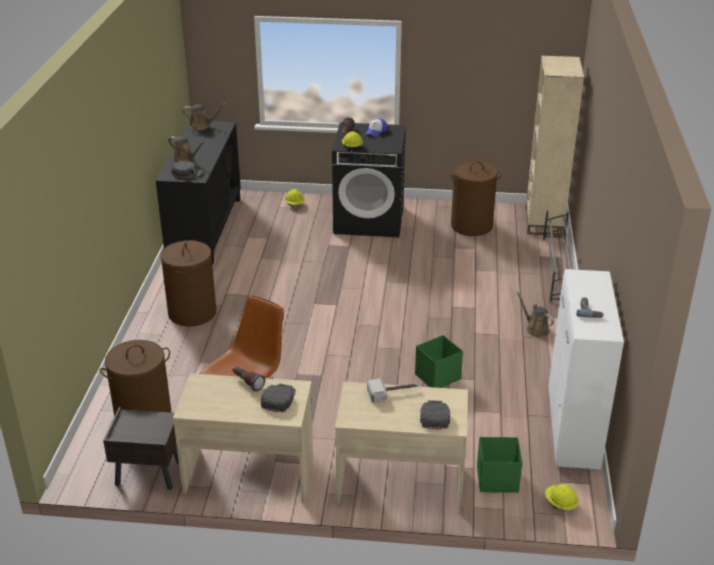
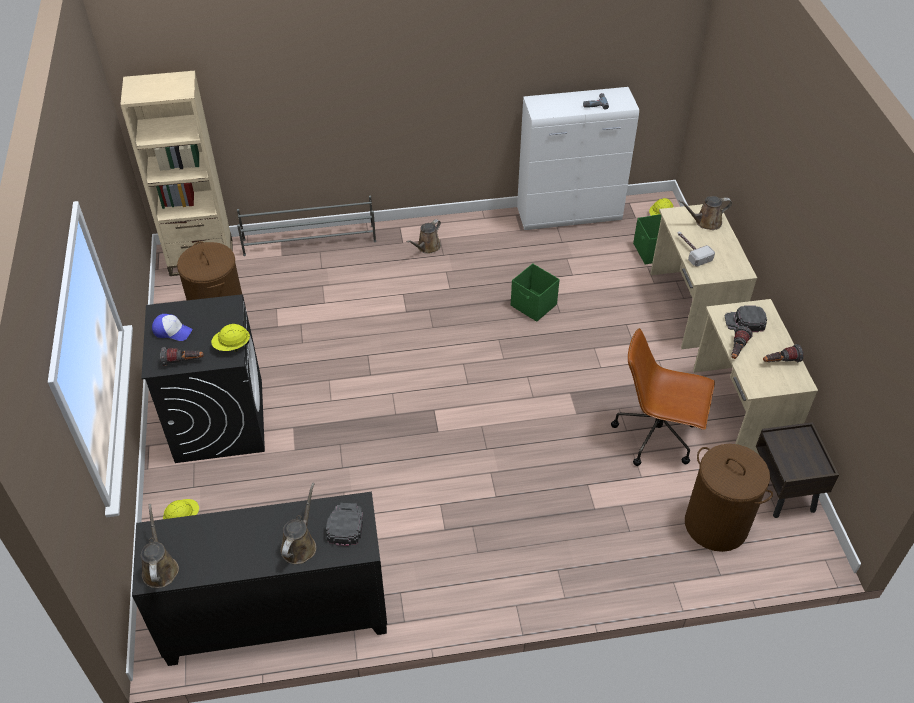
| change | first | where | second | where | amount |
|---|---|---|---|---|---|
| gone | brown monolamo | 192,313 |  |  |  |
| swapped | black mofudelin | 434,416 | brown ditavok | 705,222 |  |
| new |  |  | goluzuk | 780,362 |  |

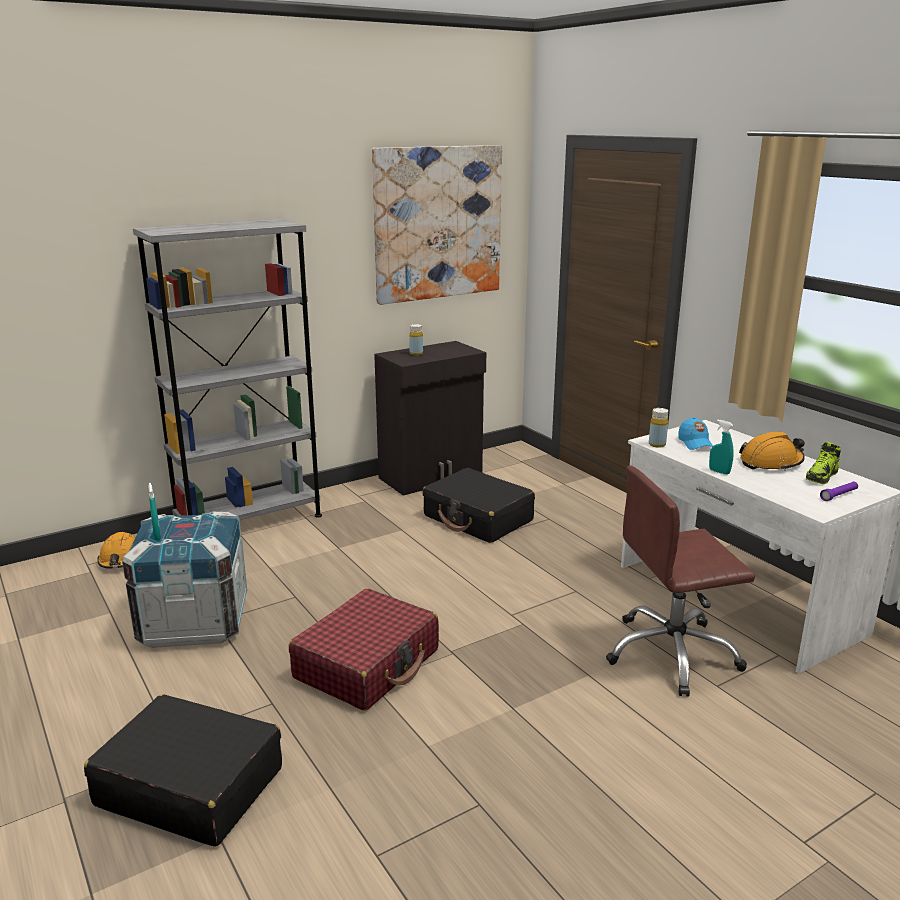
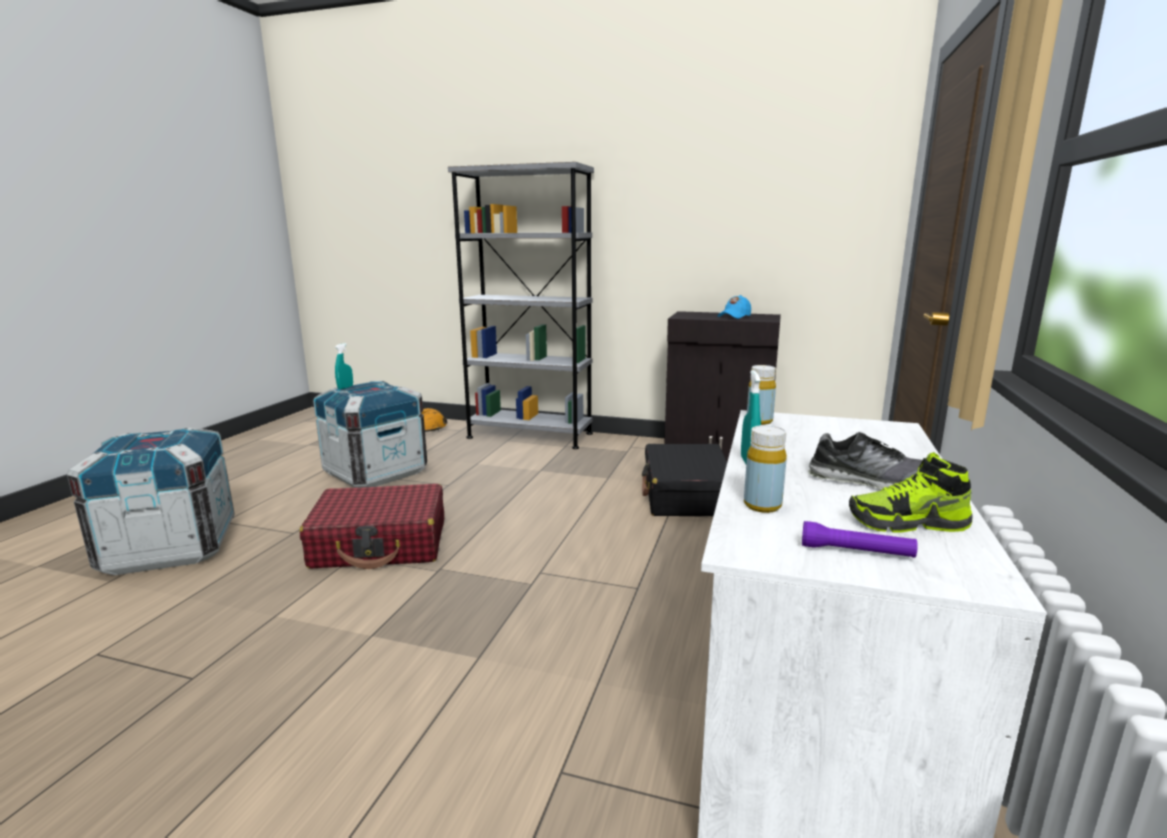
| change | first | where | second | where | amount |
|---|---|---|---|---|---|
| swapped | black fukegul | 190,786 | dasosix | 170,547 |  |
| gone | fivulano | 438,223 |  |  |  |
| shifted | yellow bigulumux | 416,353 |  | 762,505 |  |
| gone | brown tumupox | 672,654 |  |  |  |
| shifted | blue mofudelin | 695,443 |  | 734,316 |  |
| swapped | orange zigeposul | 771,463 | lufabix | 867,481 |  |

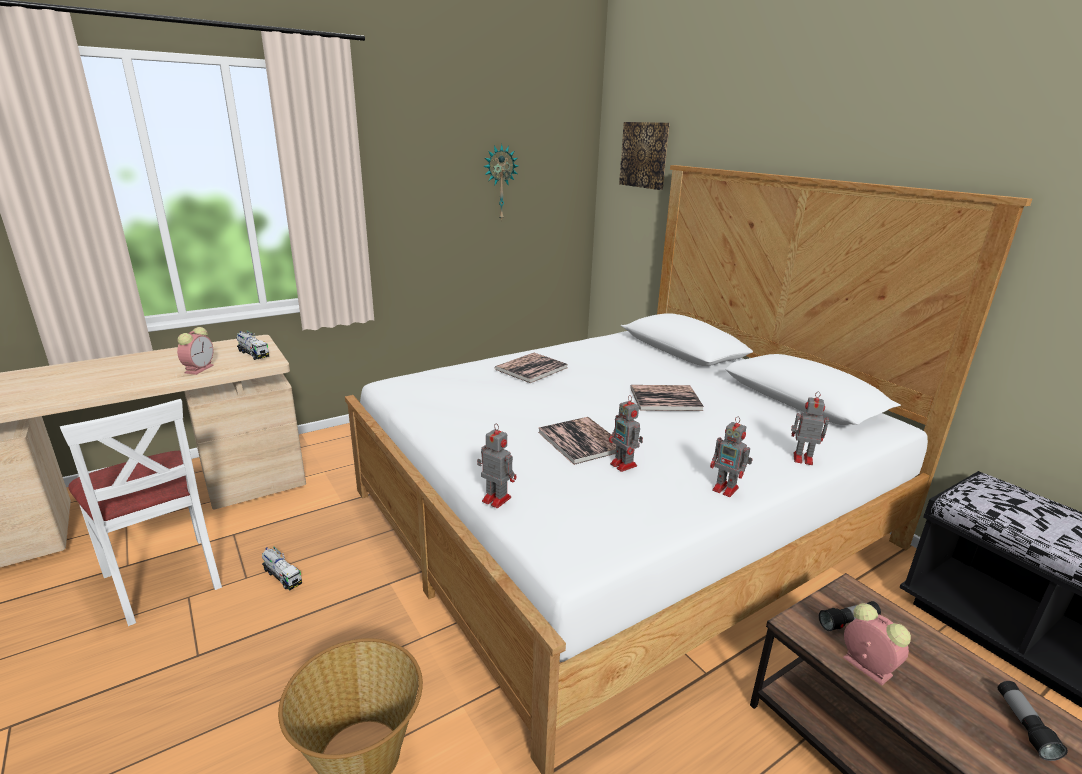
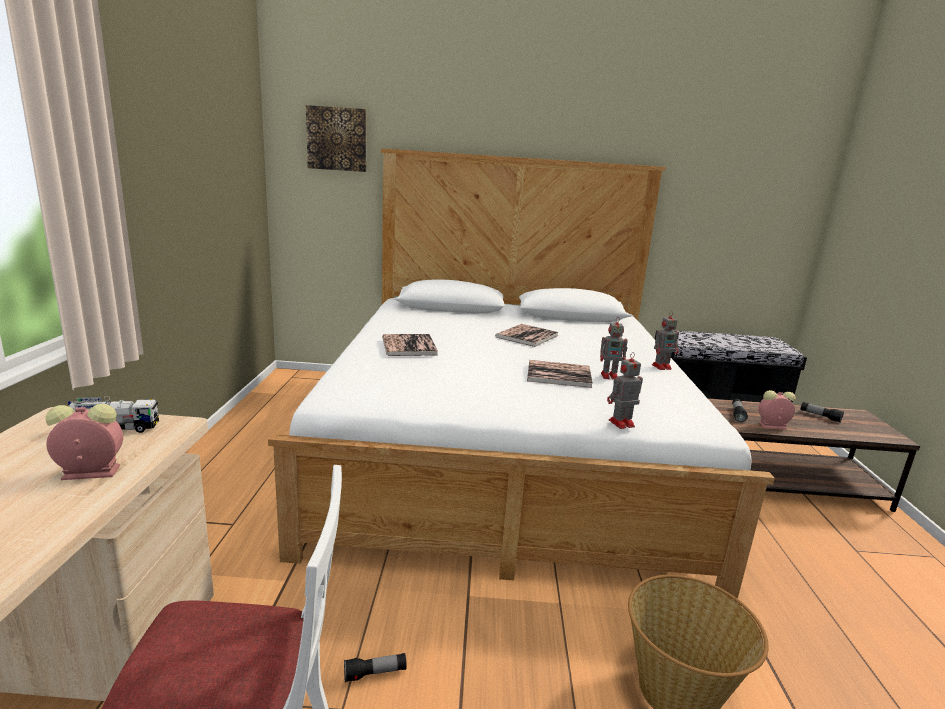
| change | first | where | second | where | amount |
|---|---|---|---|---|---|
| rotated | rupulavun | 199,368 |  | 88,473 | 60 degrees counterclockwise |
| swapped | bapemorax | 282,576 | goluzuk | 375,673 |  |
| gone | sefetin | 499,183 |  |  |  |
| gone | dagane | 801,458 |  |  |  |

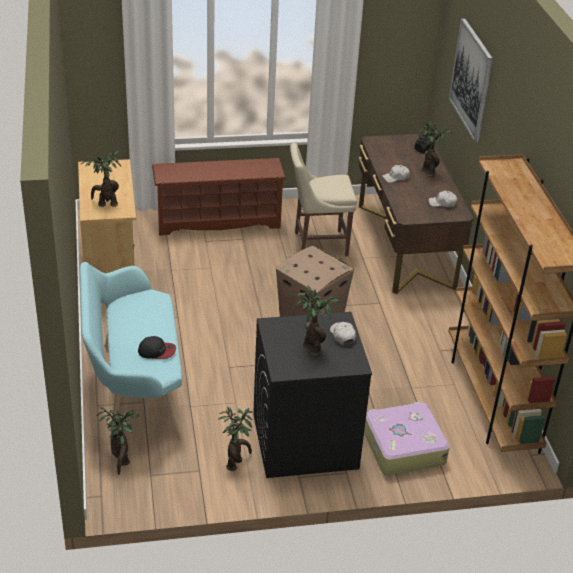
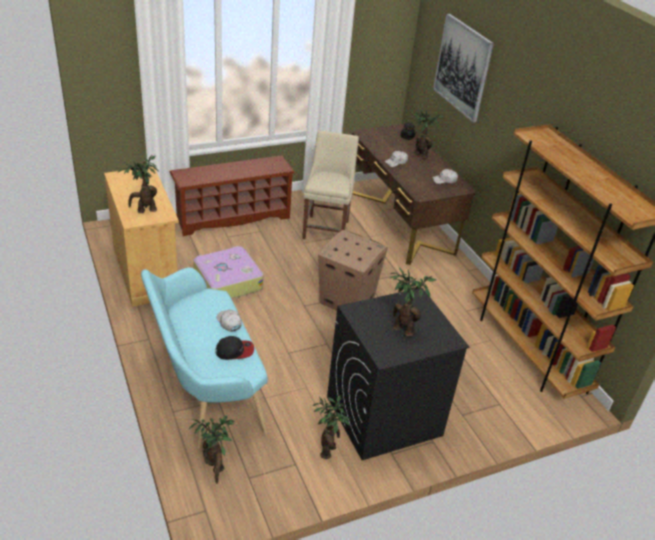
| change | first | where | second | where | amount |
|---|---|---|---|---|---|
| rotated | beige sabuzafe | 317,244 |  | 326,228 | 120 degrees clockwise |
| shifted | white mofudelin | 342,336 |  | 229,322 |  |
| shifted | fukegul | 402,446 |  | 227,281 |  |

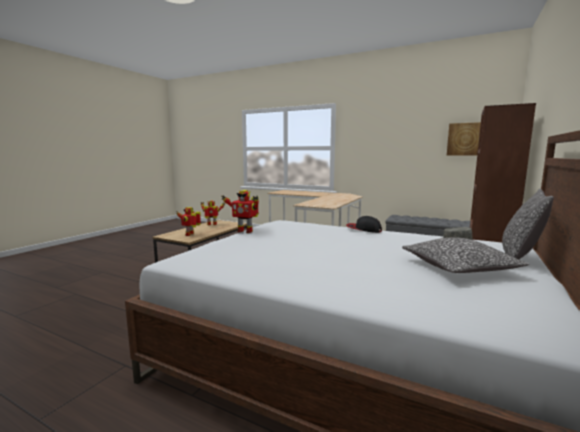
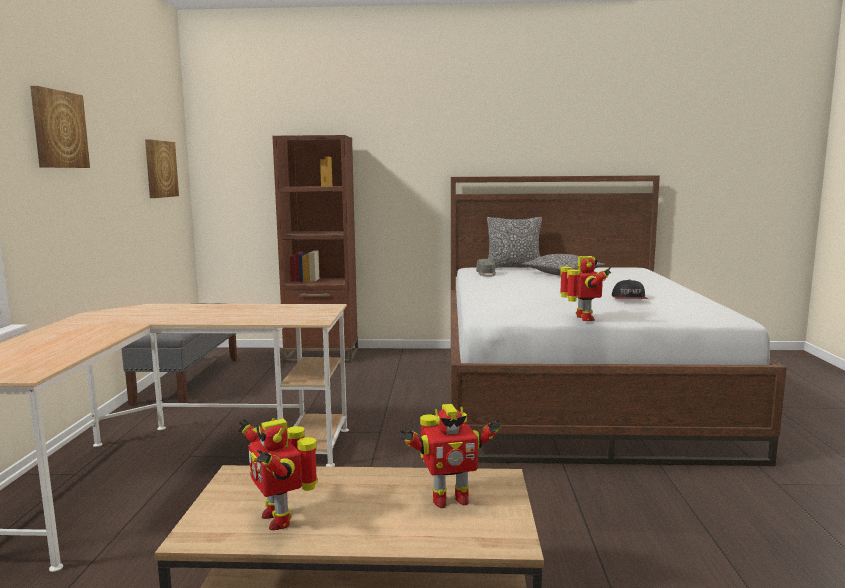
| change | first | where | second | where | amount |
|---|---|---|---|---|---|
| shifted | mofudelin | 363,229 |  | 629,299 |  |
| new |  |  | fivulano | 58,129 |  |

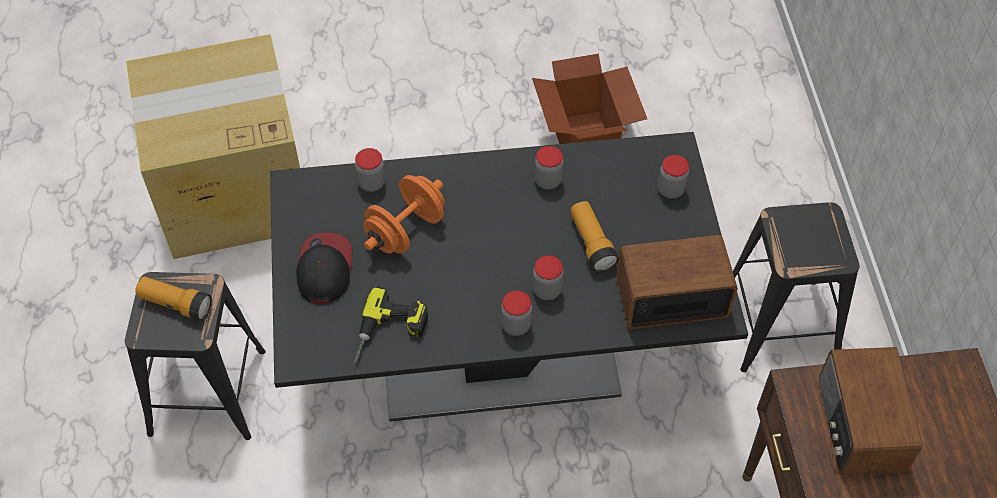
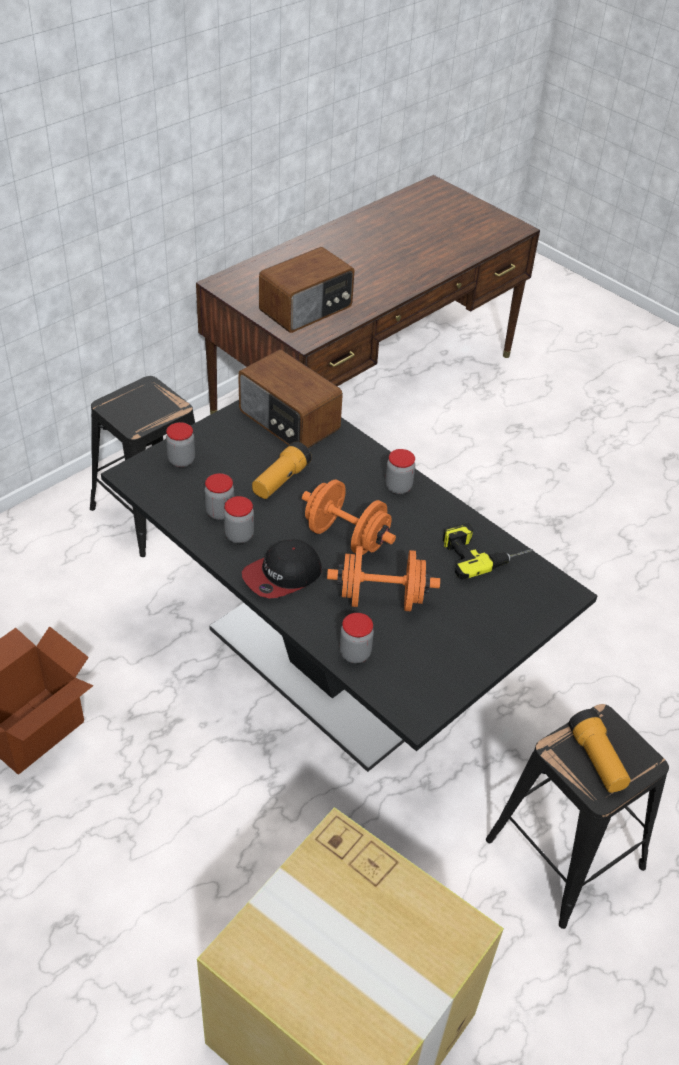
| change | first | where | second | where | amount |
|---|---|---|---|---|---|
| shifted | mofudelin | 324,269 |  | 282,575 |  |
| shifted | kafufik | 547,290 |  | 220,512 |  |
| new |  |  | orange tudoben | 346,537 |  |

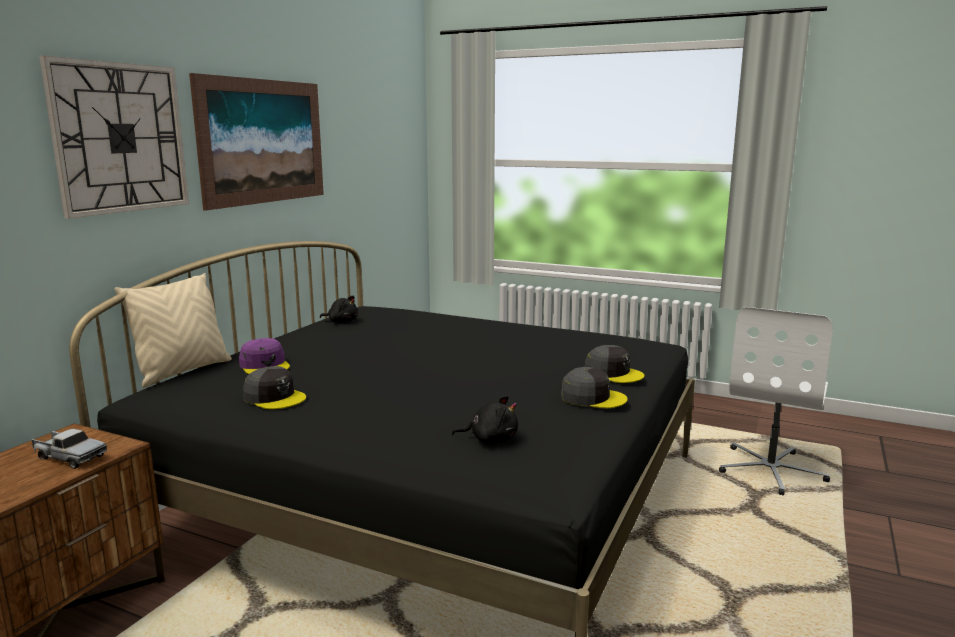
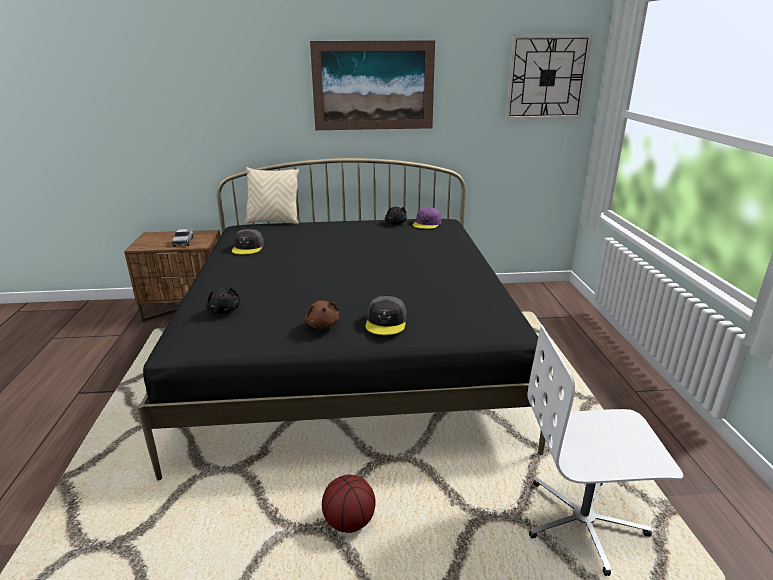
| change | first | where | second | where | amount |
|---|---|---|---|---|---|
| shifted | sefetin | 120,138 |  | 547,77 |  |
| shifted | purple mofudelin | 265,365 |  | 427,223 |  |
| swapped | grey mofudelin | 592,397 | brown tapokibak | 322,325 |  |
| new |  |  | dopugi | 349,522 |  |

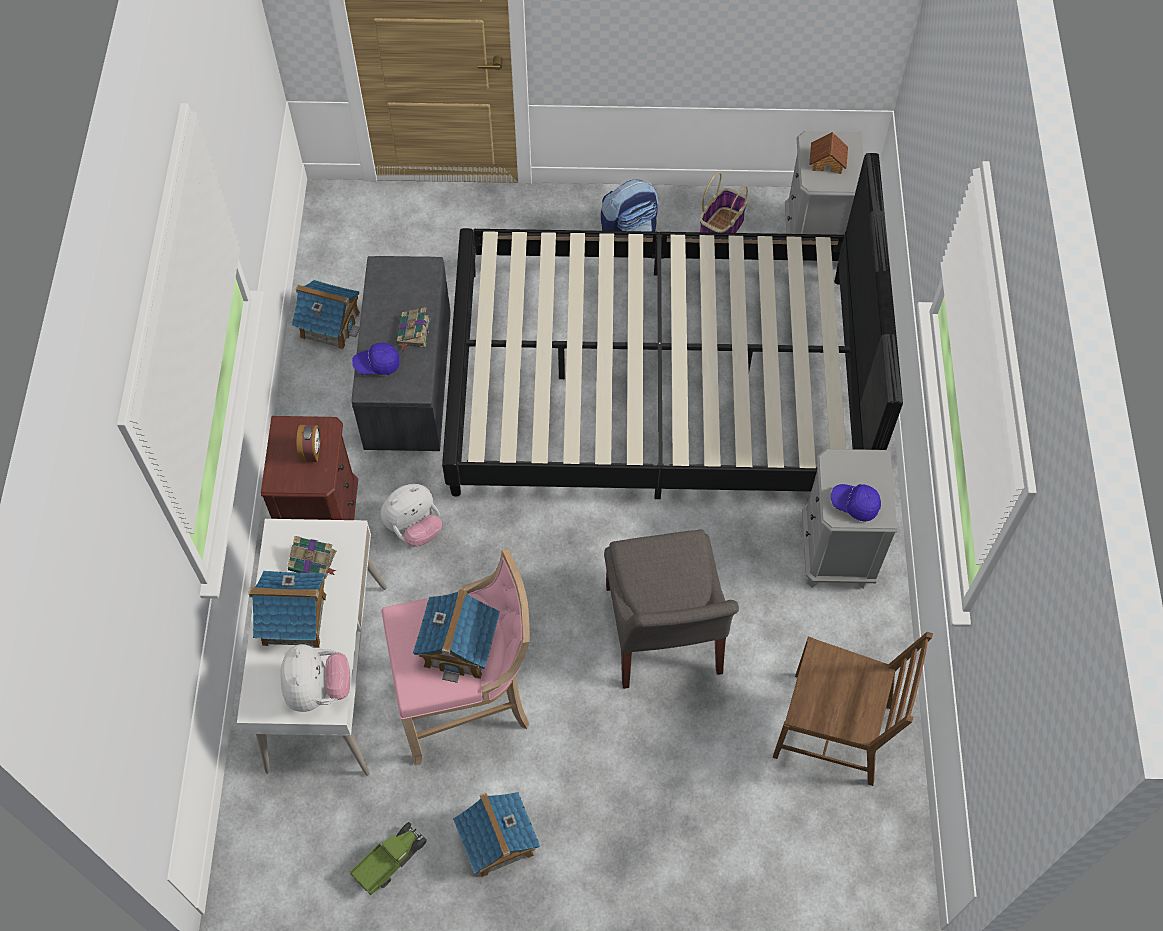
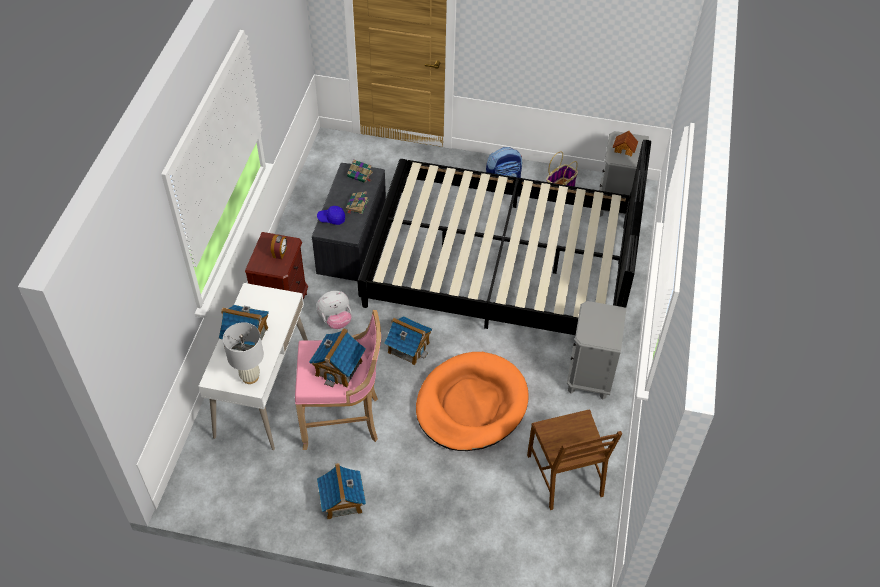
| change | first | where | second | where | amount |
|---|---|---|---|---|---|
| swapped | tapokibak | 318,689 | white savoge | 250,377 |  |
| shifted | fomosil | 313,561 |  | 360,175 |  |
| shifted | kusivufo | 330,325 |  | 408,347 |  |
| gone | bapemorax | 390,861 |  |  |  |
| swapped | grey sabuzafe | 663,636 | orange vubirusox | 471,404 |  |
| rotated | brown sabuzafe | 834,729 |  | 566,475 | 45 degrees clockwise |
| gone | blue mofudelin | 854,504 |  |  |  |

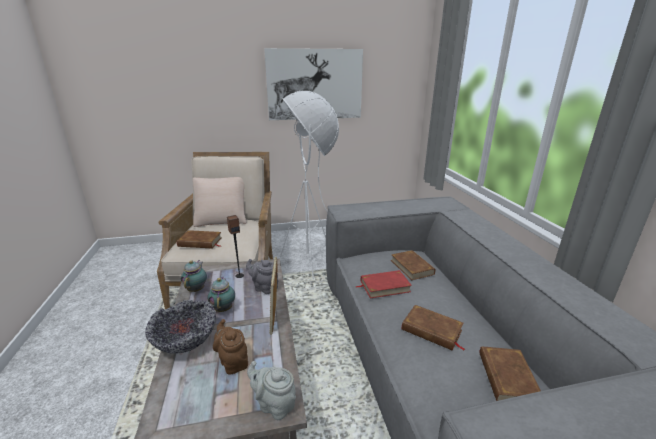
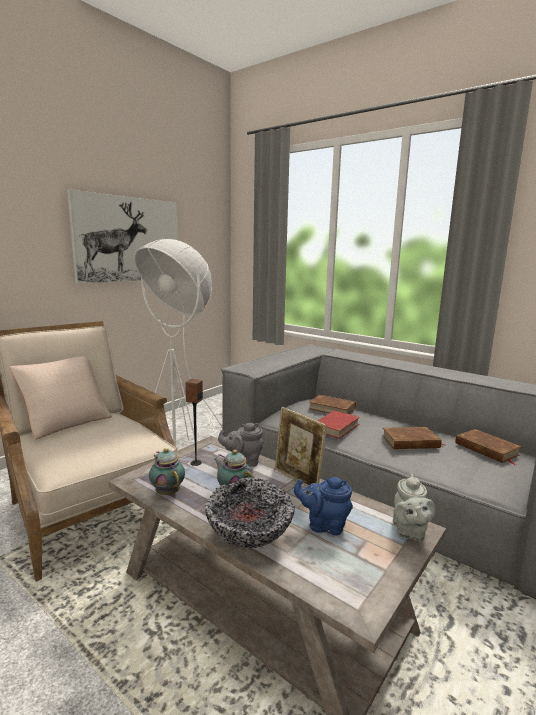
| change | first | where | second | where | amount |
|---|---|---|---|---|---|
| gone | brown fomosil | 200,242 |  |  |  |
| repainted | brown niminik | 233,362 | blue niminik | 324,525 |  |
| rotated | grey niminik | 274,405 |  | 409,531 | 75 degrees counterclockwise |

